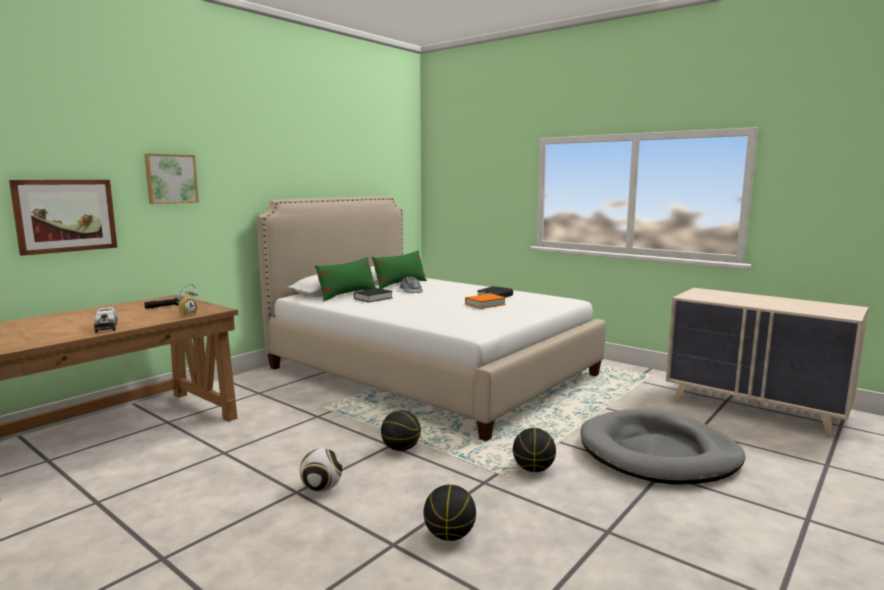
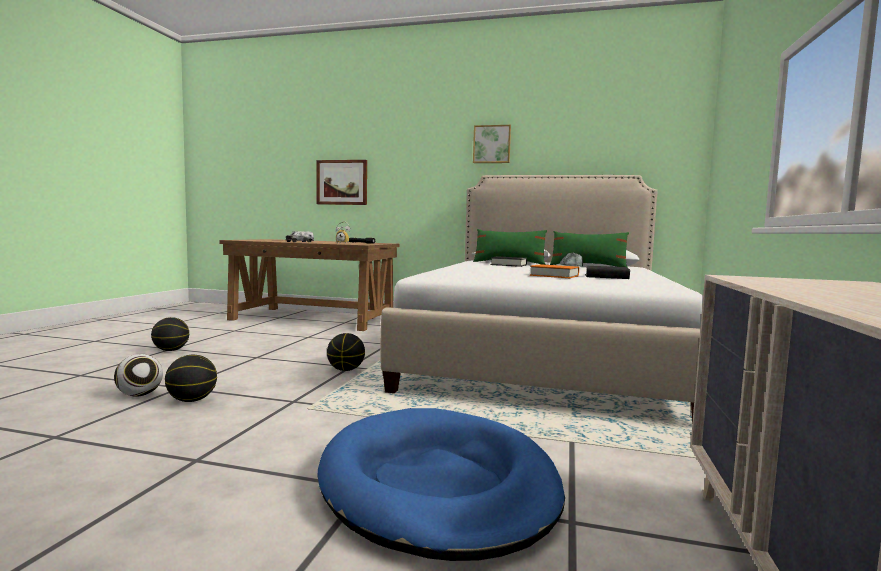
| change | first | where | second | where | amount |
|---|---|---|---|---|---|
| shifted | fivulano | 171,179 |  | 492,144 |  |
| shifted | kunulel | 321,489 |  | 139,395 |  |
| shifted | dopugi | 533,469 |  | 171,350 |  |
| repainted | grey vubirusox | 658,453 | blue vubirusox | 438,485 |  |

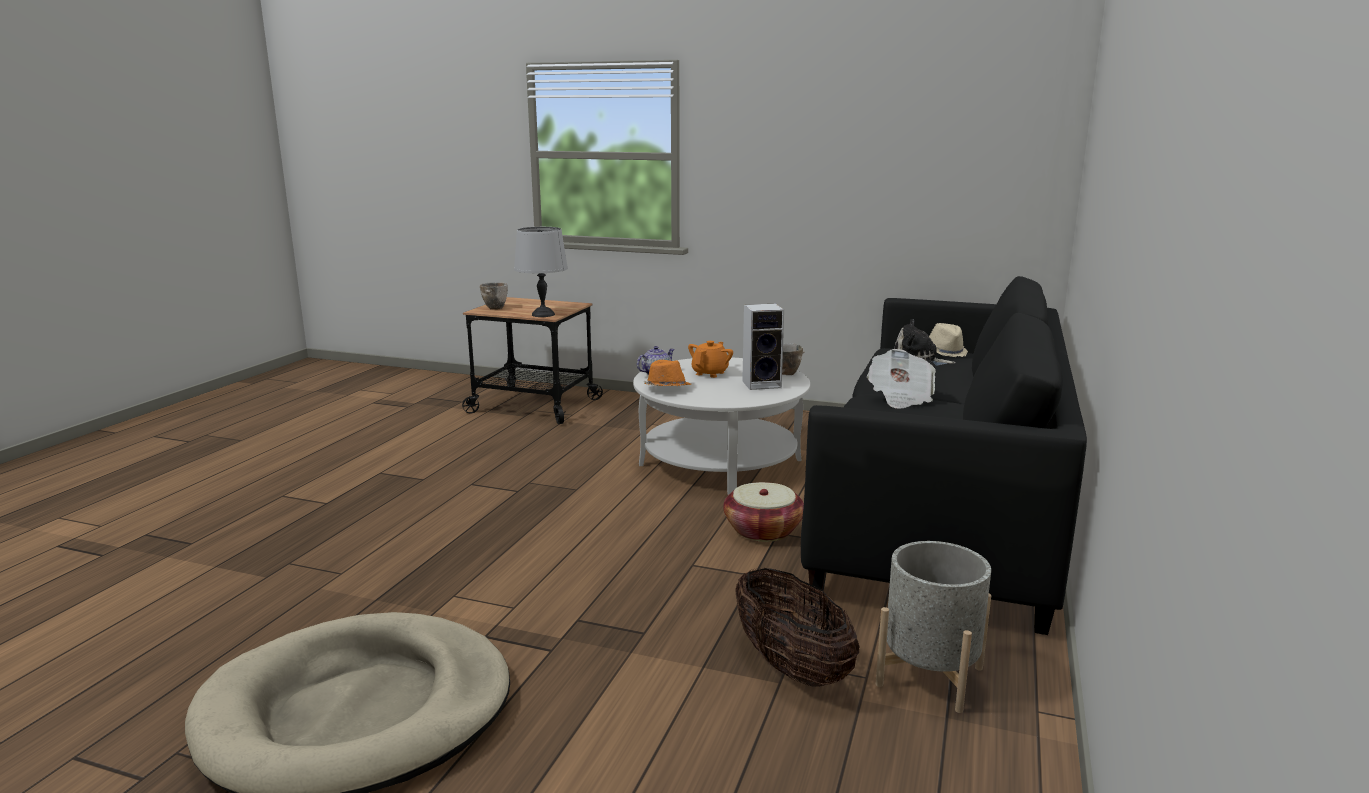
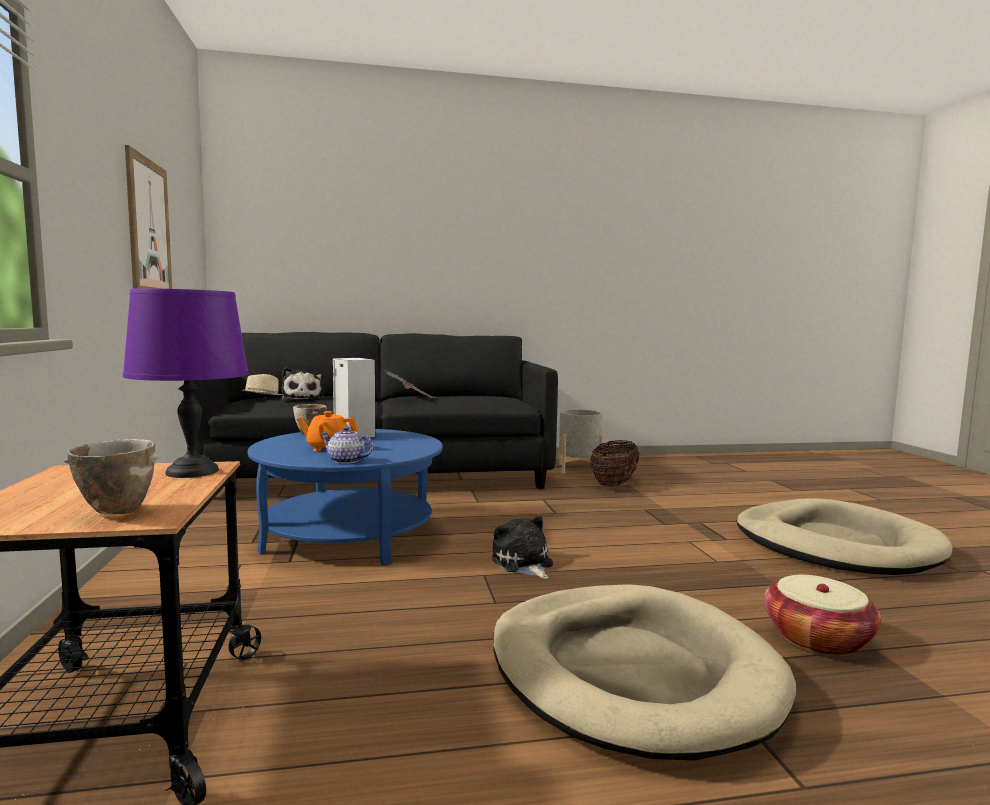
| change | first | where | second | where | amount |
|---|---|---|---|---|---|
| repainted | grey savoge | 543,314 | purple savoge | 193,471 |  |
| repainted | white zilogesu | 720,462 | blue zilogesu | 349,535 |  |
| gone | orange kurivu | 666,389 |  |  |  |
| shifted | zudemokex | 763,530 |  | 817,638 |  |
| new |  |  | fivulano | 149,228 |  |
| new |  |  | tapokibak | 523,563 |  |
| new |  |  | beige vubirusox | 631,672 |  |

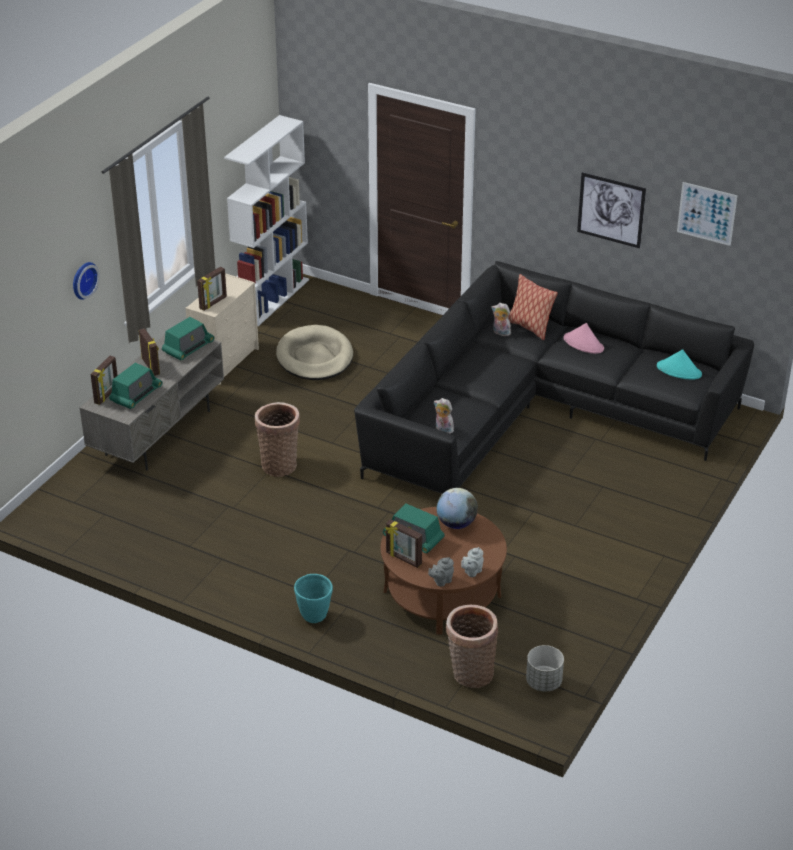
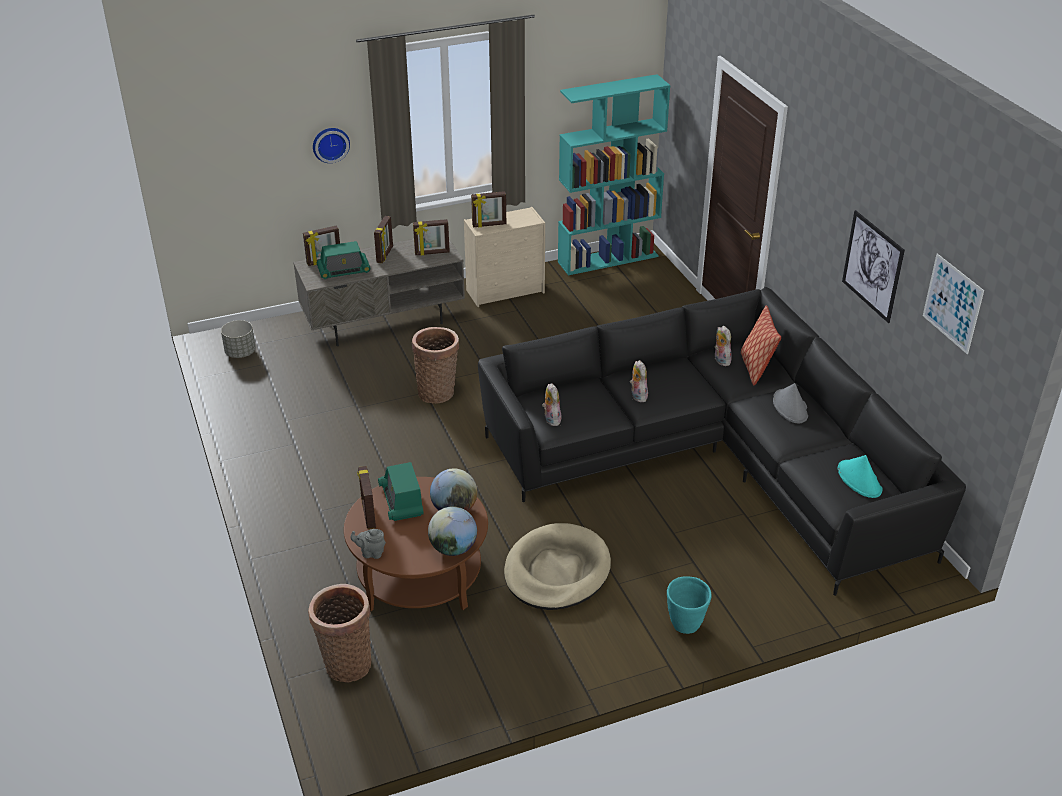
| change | first | where | second | where | amount |
|---|---|---|---|---|---|
| swapped | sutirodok | 188,348 | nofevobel | 432,253 |  |
| repainted | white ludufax | 272,298 | turquoise ludufax | 608,259 |  |
| shifted | beige vubirusox | 315,357 |  | 556,571 |  |
| shifted | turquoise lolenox | 314,616 |  | 685,625 |  |
| gone | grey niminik | 472,572 |  |  |  |
| shifted | grey lolenox | 544,682 |  | 241,353 |  |
| repainted | pink kurivu | 583,344 | grey kurivu | 790,407 |  |
| new |  |  | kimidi | 453,549 |  |
| new |  |  | tapokibak | 637,396 |  |

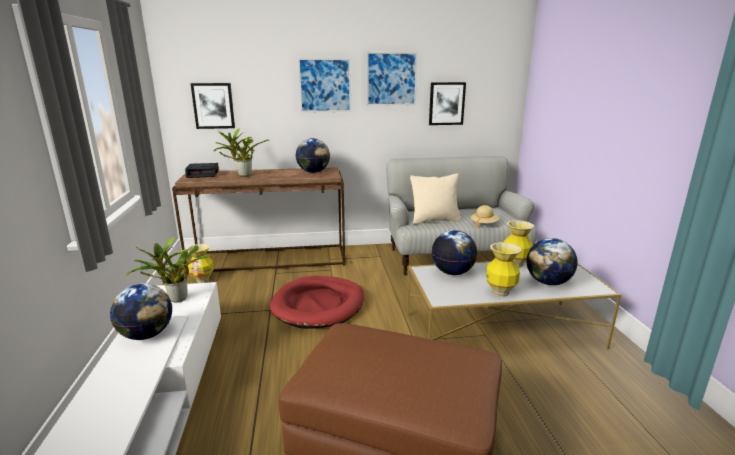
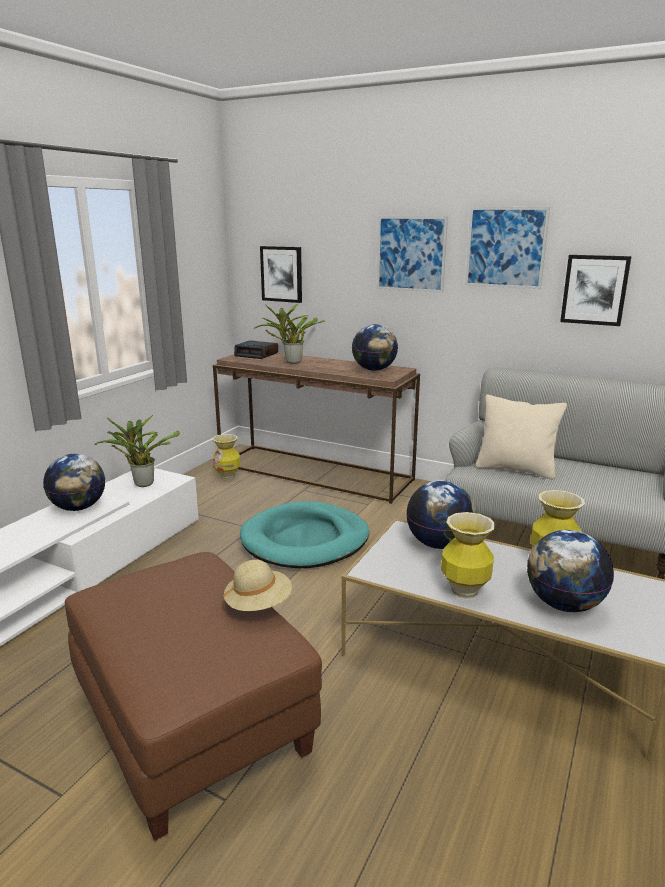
| change | first | where | second | where | amount |
|---|---|---|---|---|---|
| repainted | red vubirusox | 318,305 | turquoise vubirusox | 305,540 |  |
| shifted | beige kurivu | 484,224 |  | 258,604 |  |

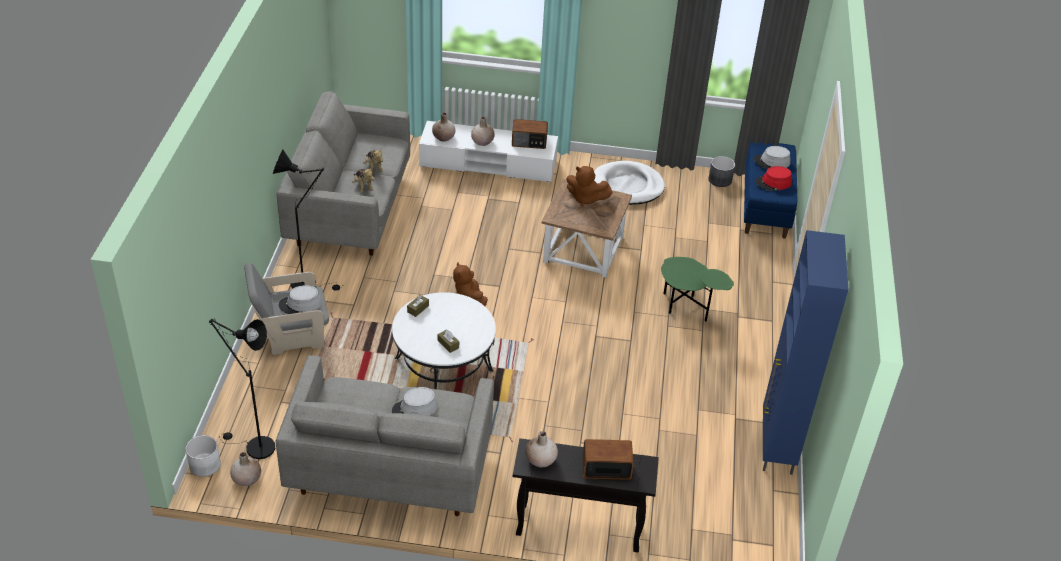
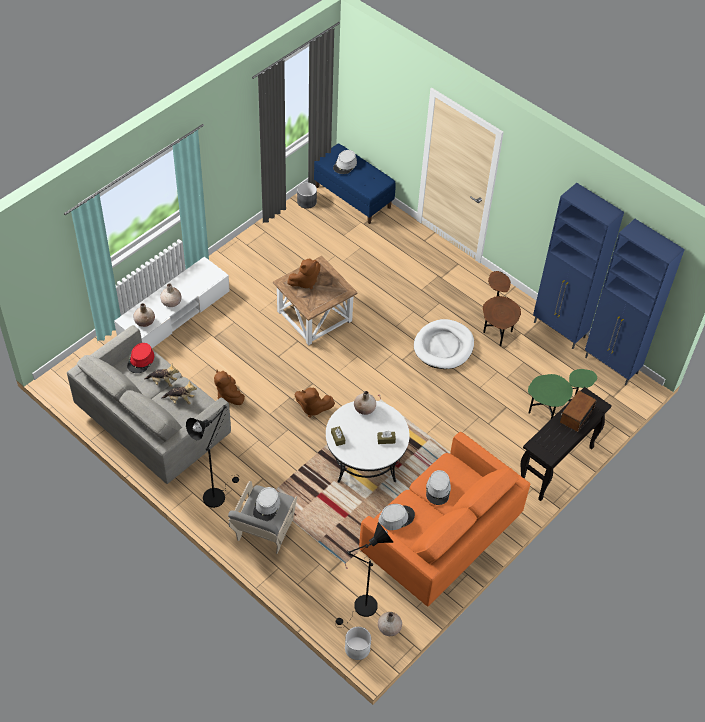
| change | first | where | second | where | amount |
|---|---|---|---|---|---|
| repainted | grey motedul | 390,469 | orange motedul | 439,539 |  |
| gone | sutirodok | 529,142 |  |  |  |
| shifted | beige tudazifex | 540,460 |  | 364,409 |  |
| shifted | white vubirusox | 627,186 |  | 443,346 |  |
| shifted | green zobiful | 687,308 |  | 553,409 |  |
| shifted | red kurivu | 773,183 |  | 141,361 |  |
| new |  |  | brown tapokibak | 229,395 |  |
| new |  |  | grey kurivu | 396,518 |  |
| new |  |  | brown zobiful | 496,327 |  |
| new |  |  | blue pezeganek | 611,366 |  |

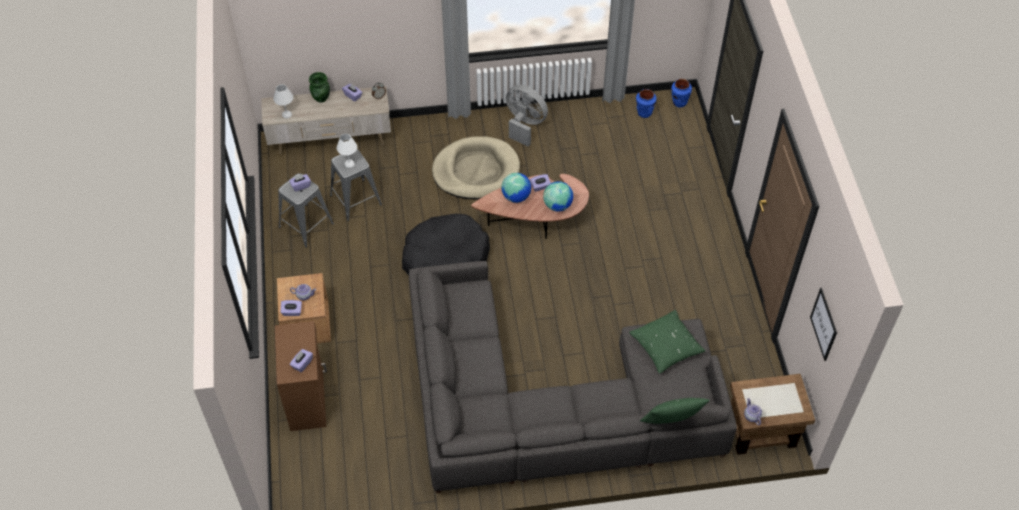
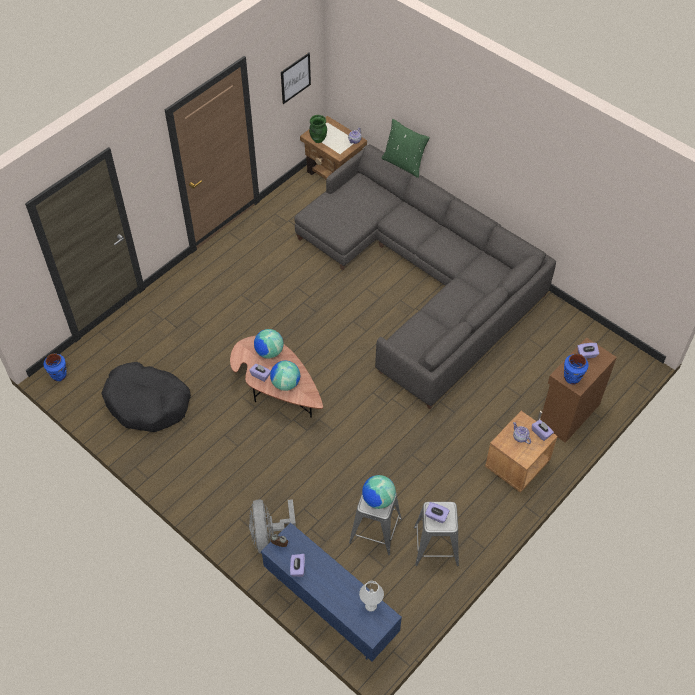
| change | first | where | second | where | amount |
|---|---|---|---|---|---|
| repainted | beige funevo | 331,141 | blue funevo | 331,608 |  |
| shifted | green tudazifex | 321,98 |  | 318,139 |  |
| swapped | white savoge | 349,163 | kimidi | 378,499 |  |
| shifted | black vubirusox | 445,258 |  | 148,403 |  |
| gone | beige vubirusox | 476,171 |  |  |  |
| shifted | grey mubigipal | 524,125 |  | 269,535 |  |
| gone | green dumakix | 666,346 |  |  |  |
| shifted | blue tudazifex | 644,113 |  | 572,378 |  |

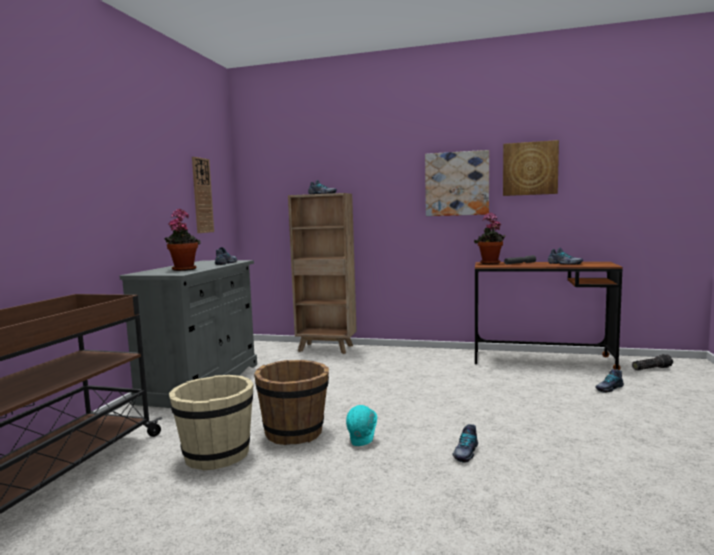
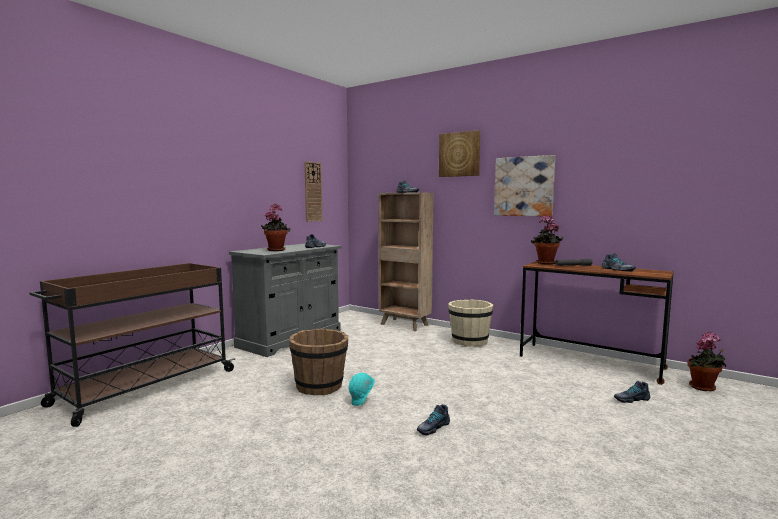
| change | first | where | second | where | amount |
|---|---|---|---|---|---|
| shifted | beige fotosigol | 216,455 |  | 469,341 |  |
| shifted | fivulano | 530,168 |  | 459,154 |  |
| swapped | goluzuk | 651,368 | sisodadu | 704,388 |  |

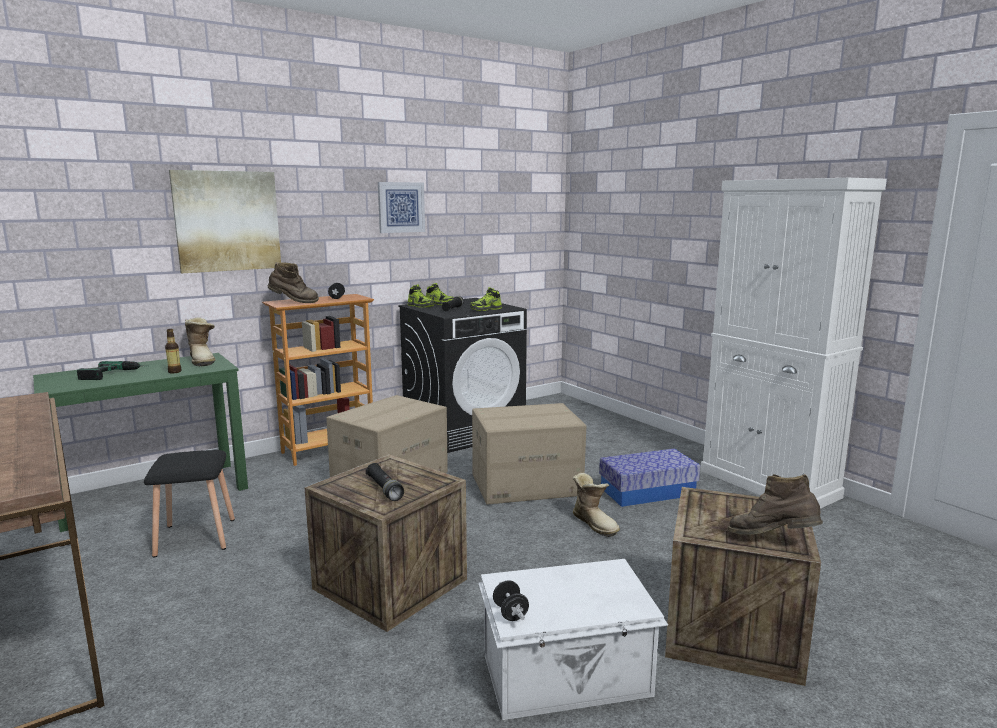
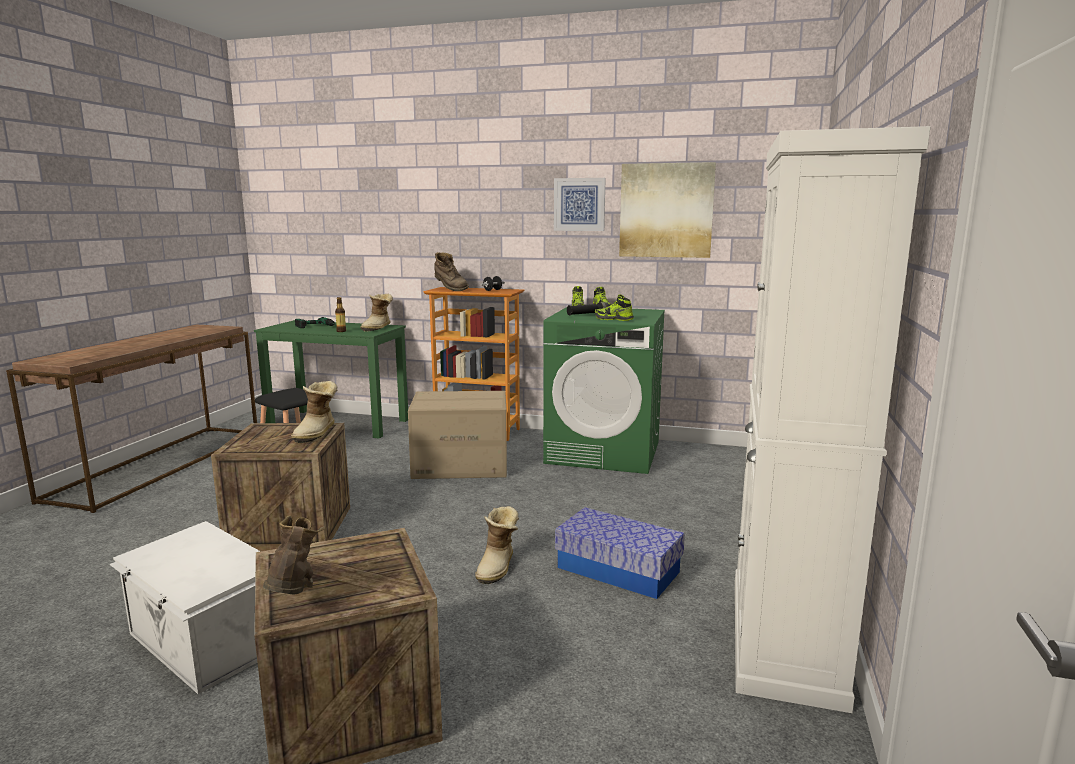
| change | first | where | second | where | amount |
|---|---|---|---|---|---|
| shifted | fivulano | 227,221 |  | 666,210 |  |
| gone | black goluzuk | 384,489 |  |  |  |
| repainted | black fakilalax | 464,431 | green fakilalax | 604,452 |  |
| gone | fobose | 526,484 |  |  |  |
| gone | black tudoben | 510,613 |  |  |  |
| new |  |  | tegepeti | 317,433 |  |

